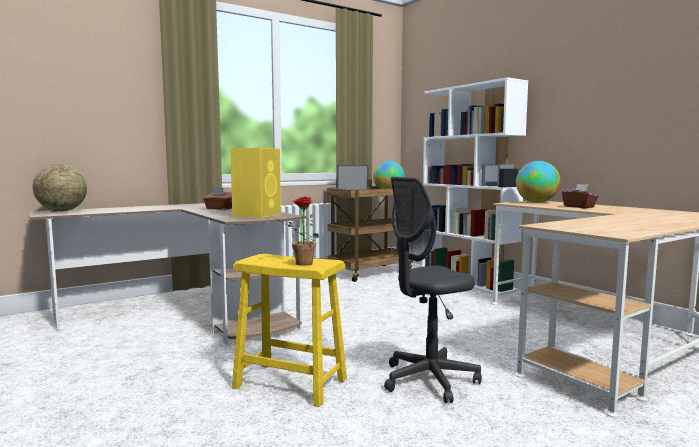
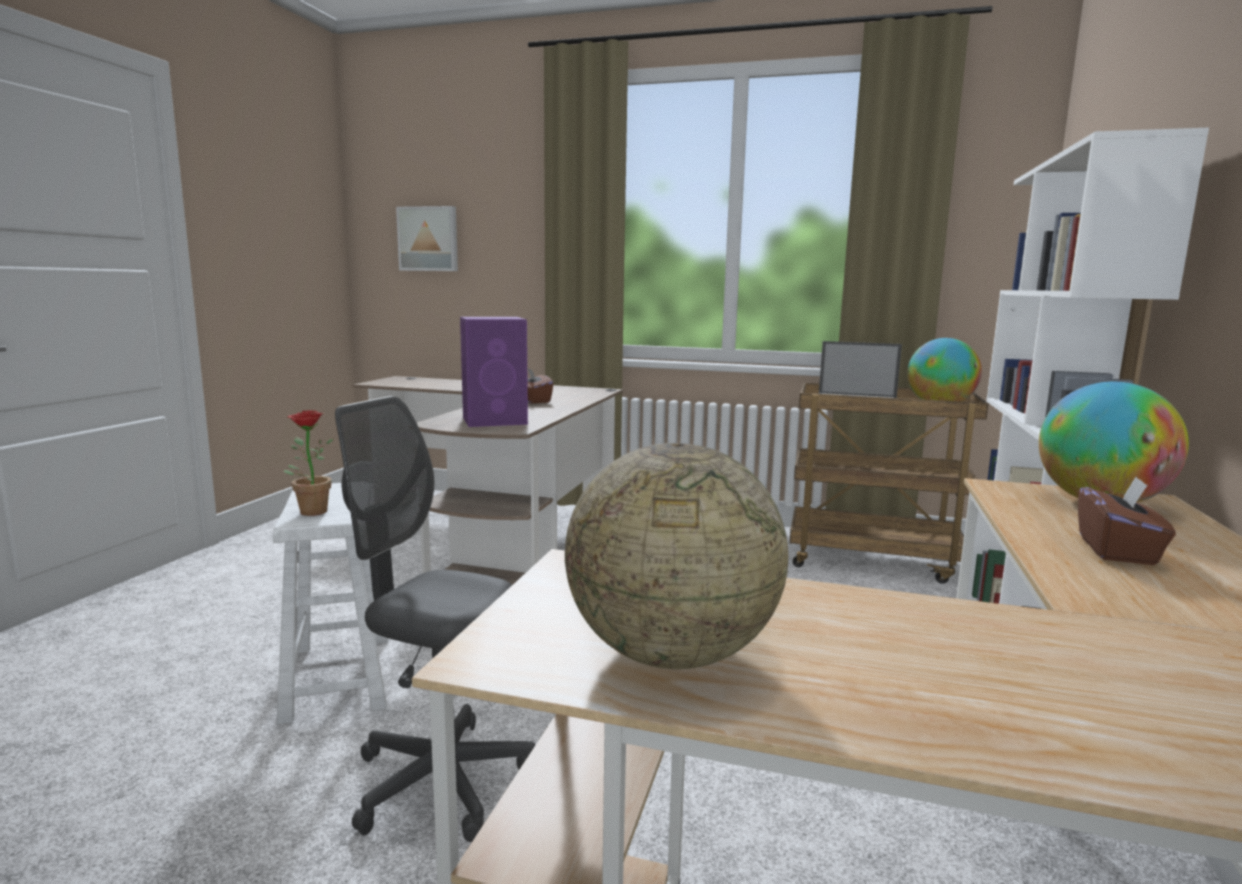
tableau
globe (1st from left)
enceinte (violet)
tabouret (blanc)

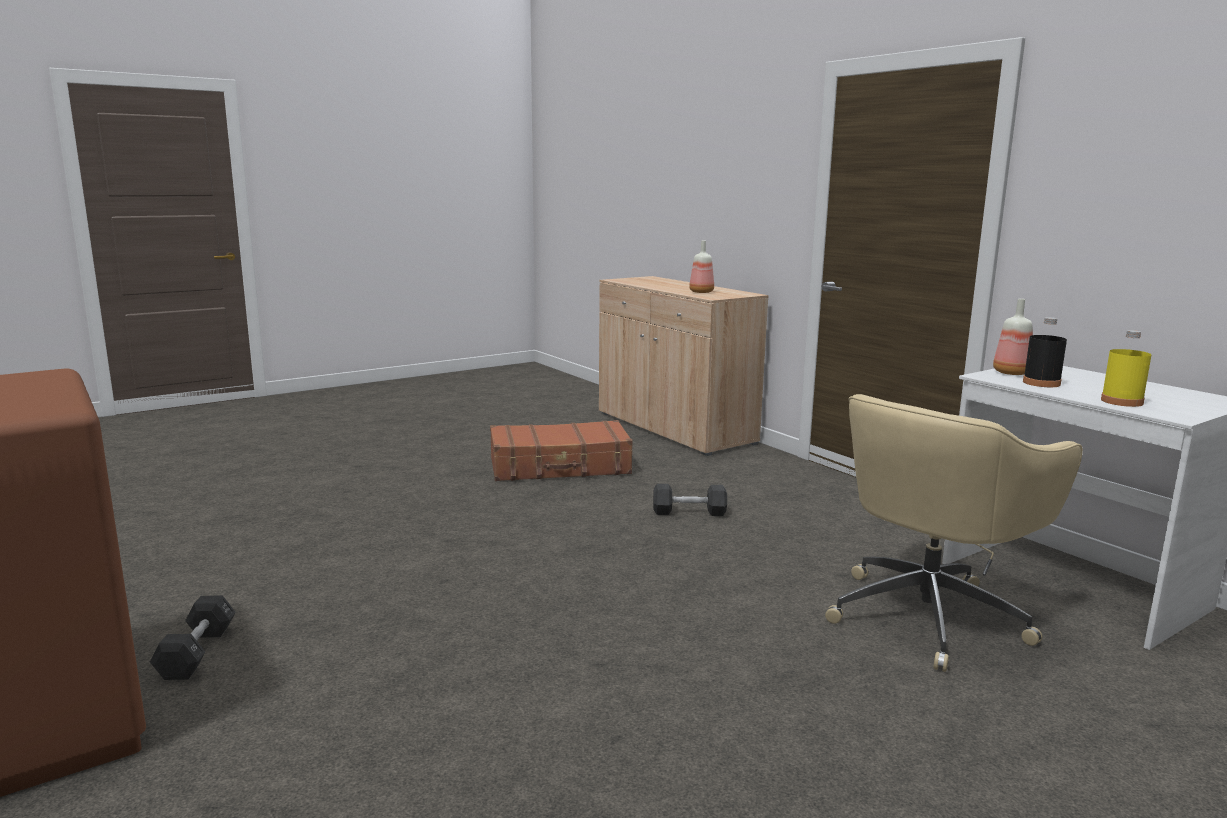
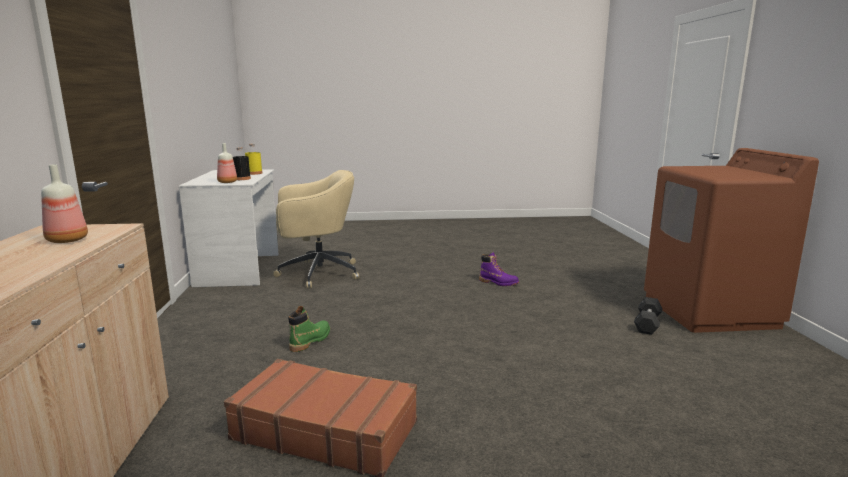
botte (violet)
botte (vert)

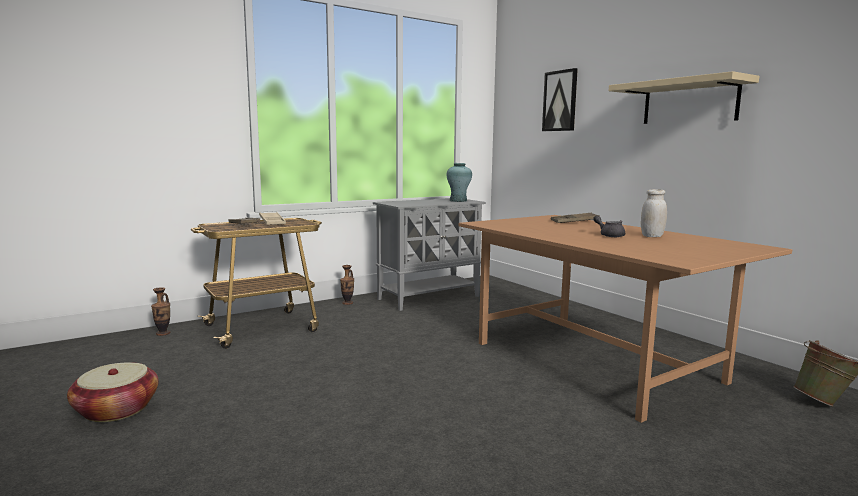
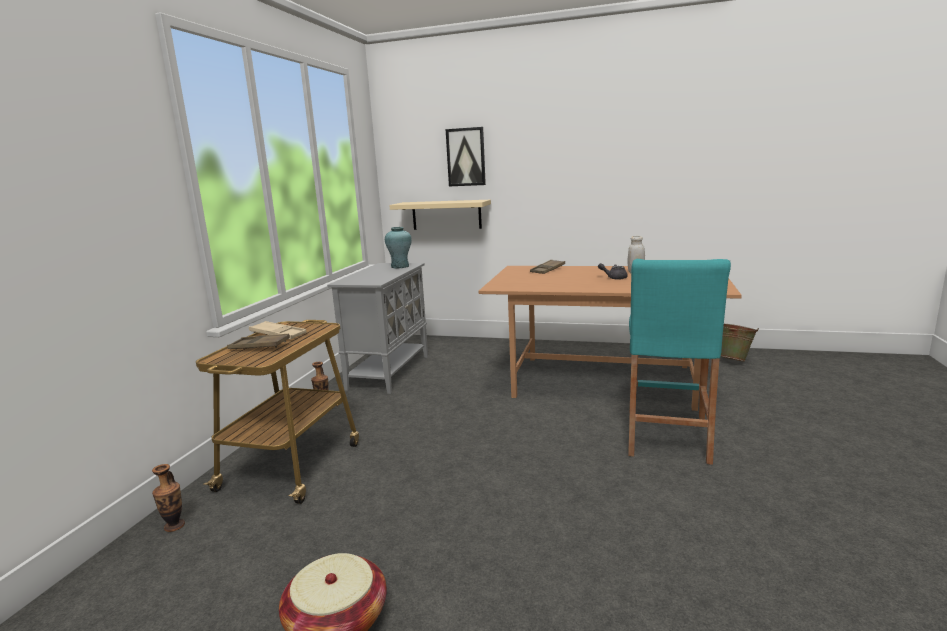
tabouret (turquoise)
étagère (beige)

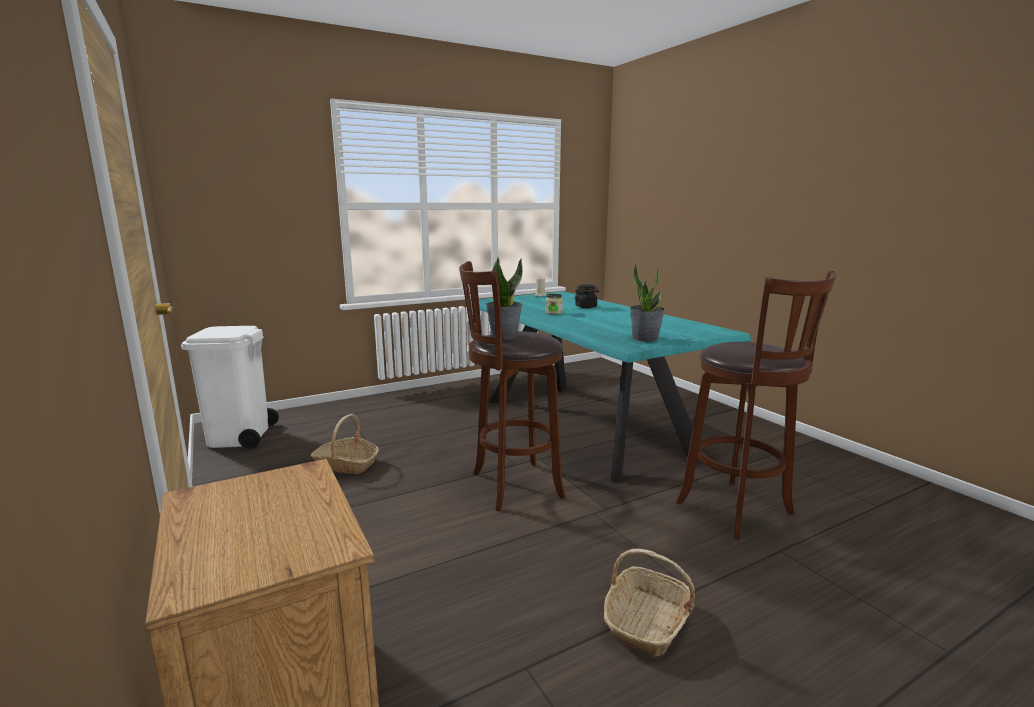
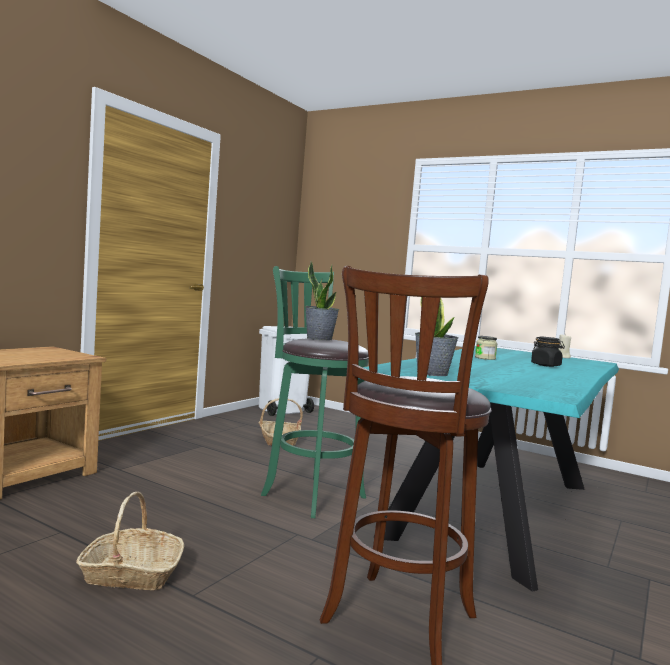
tabouret (vert)

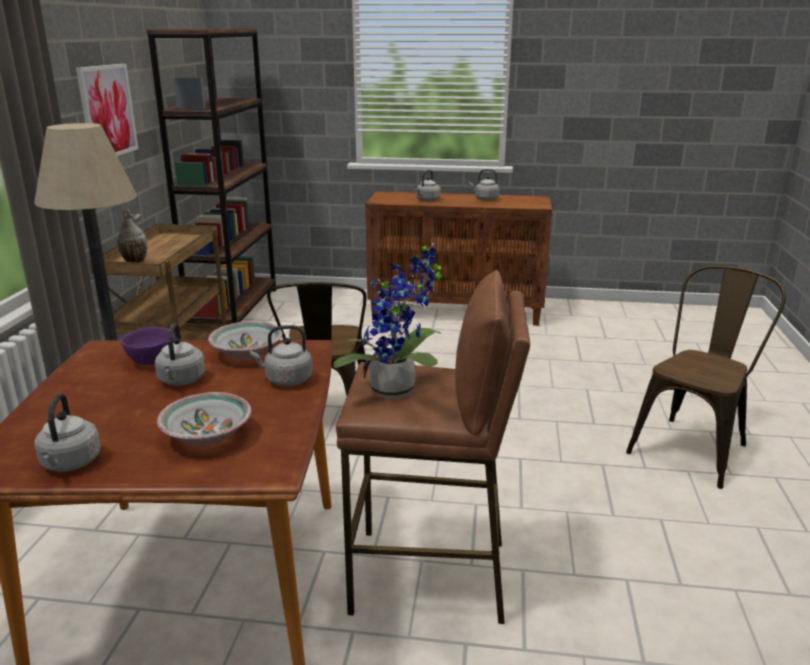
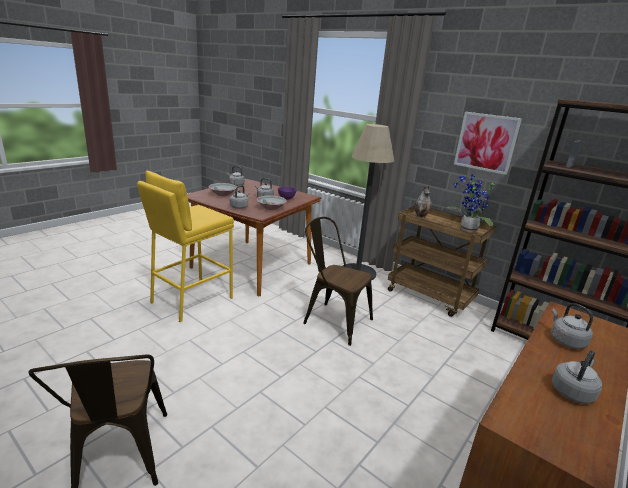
plante en pot
tabouret (jaune)

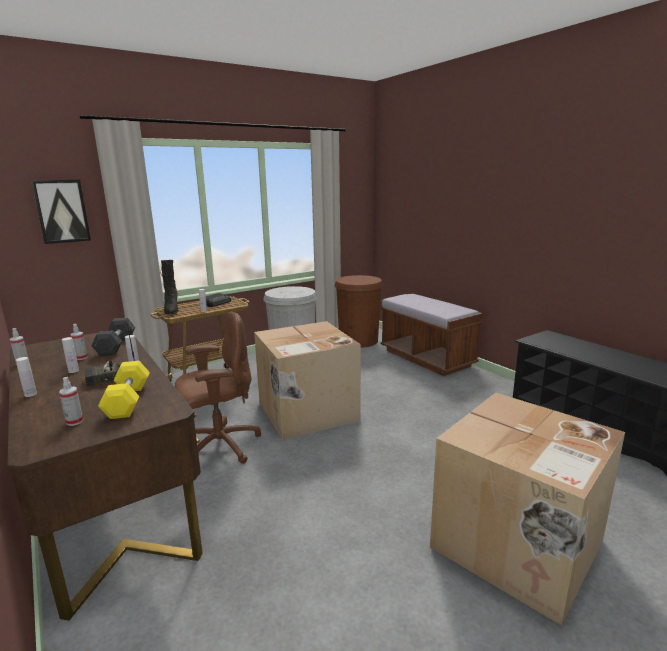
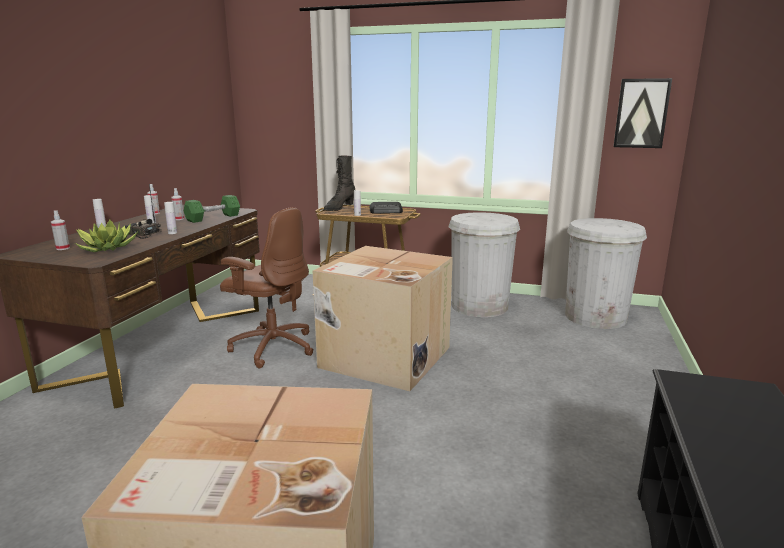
banc (marron)
tableau
plante en pot
haltère (vert)
poubelle (blanc) (2nd from left)

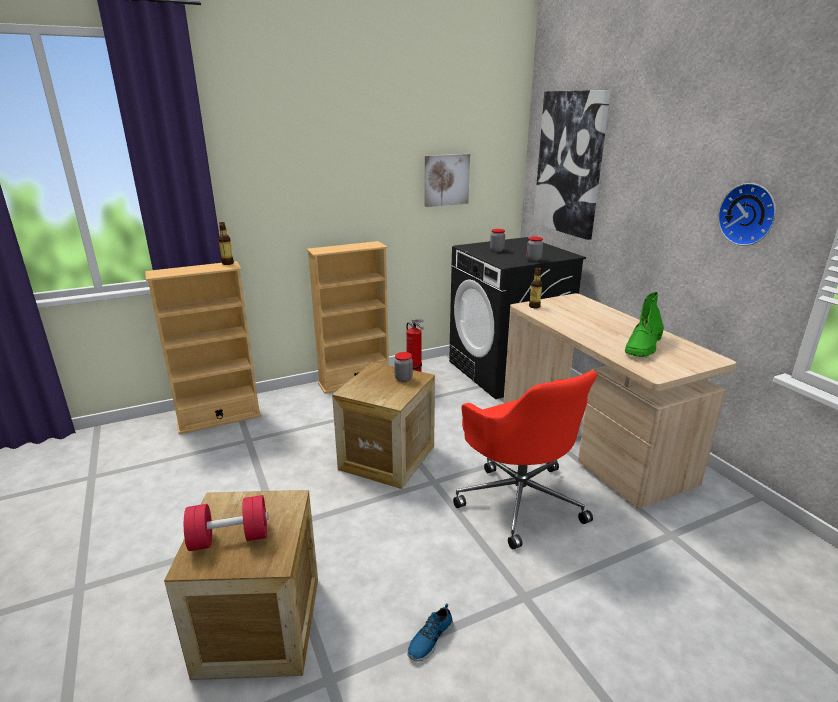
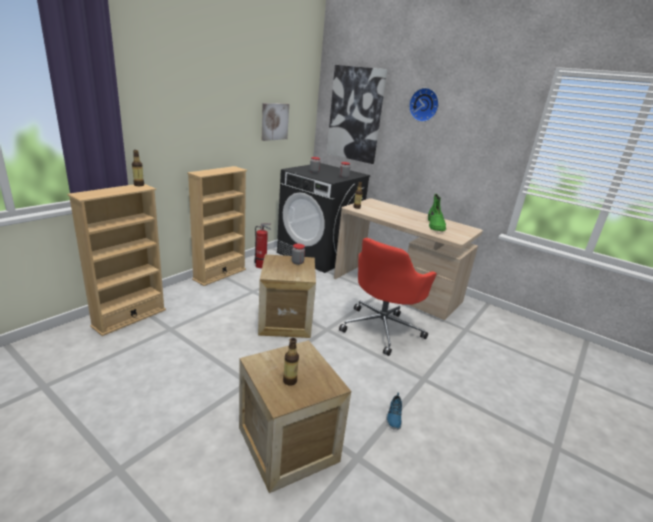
horloge murale
bouteille (2nd from left)
chaise de bureau (rouge)

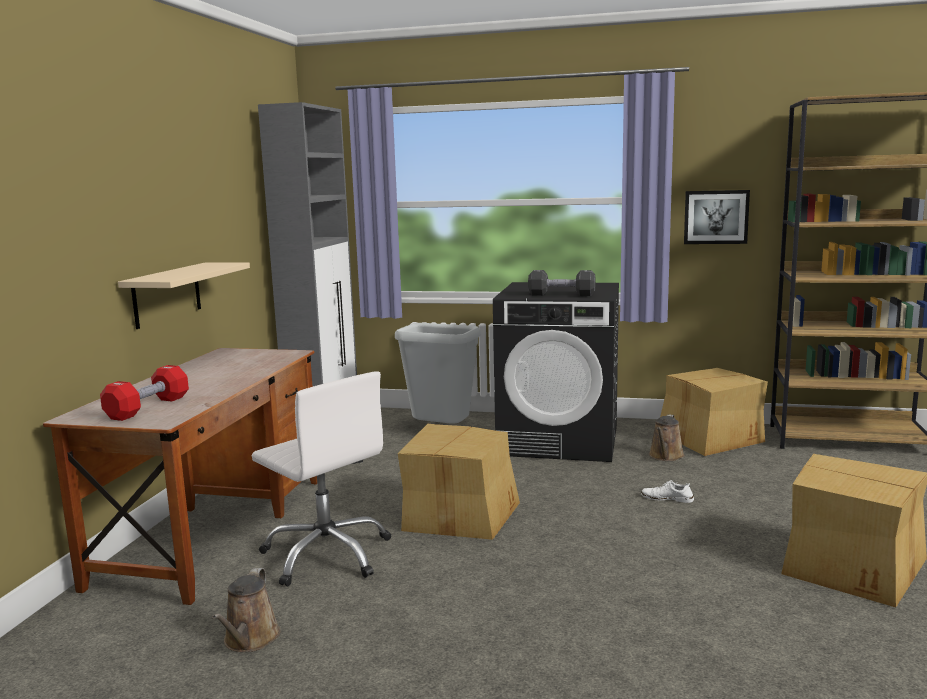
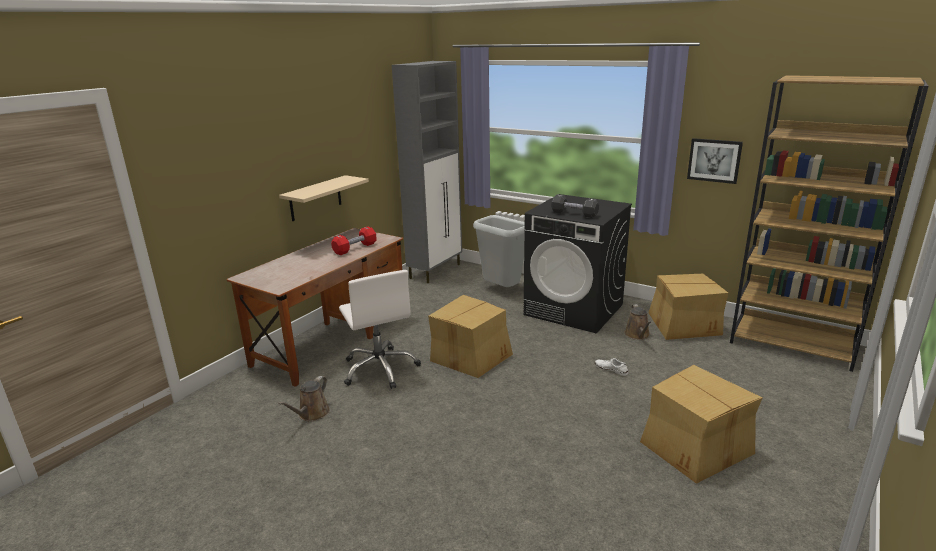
haltère (rouge)
arrosoir (marron) (2nd from left)

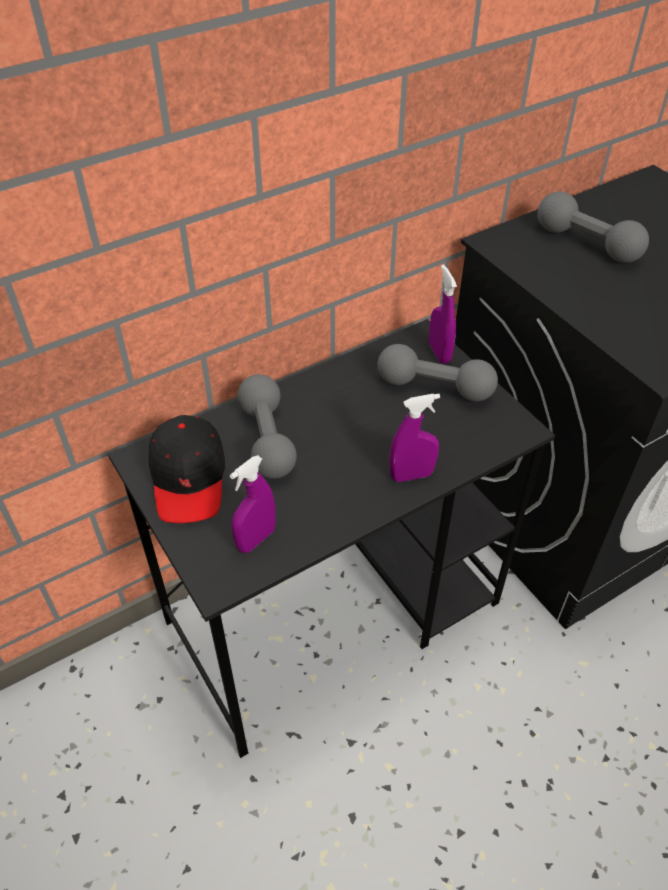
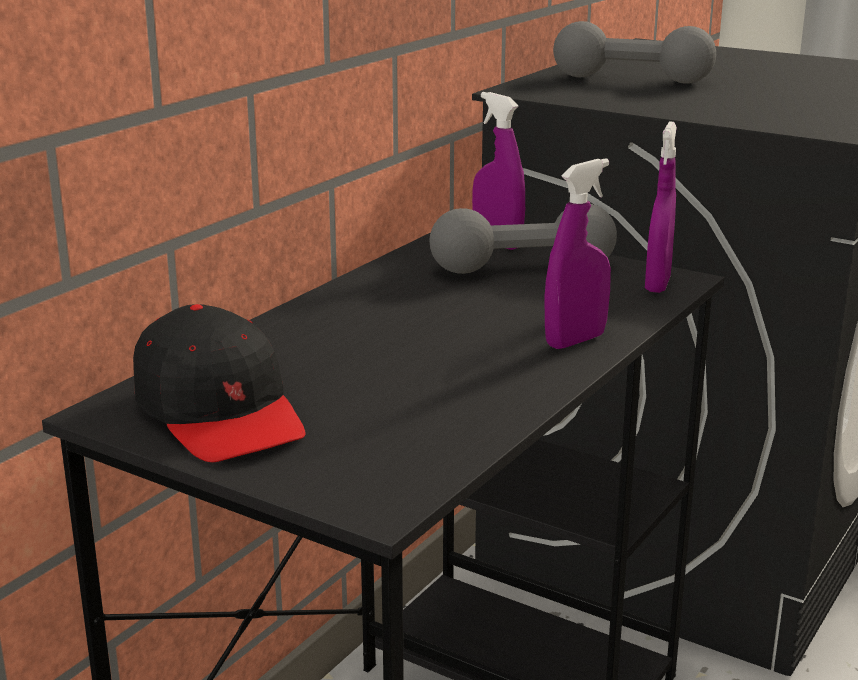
haltère (gris) (1st from left in the first image)
vaporisateur (violet) (3rd from left)

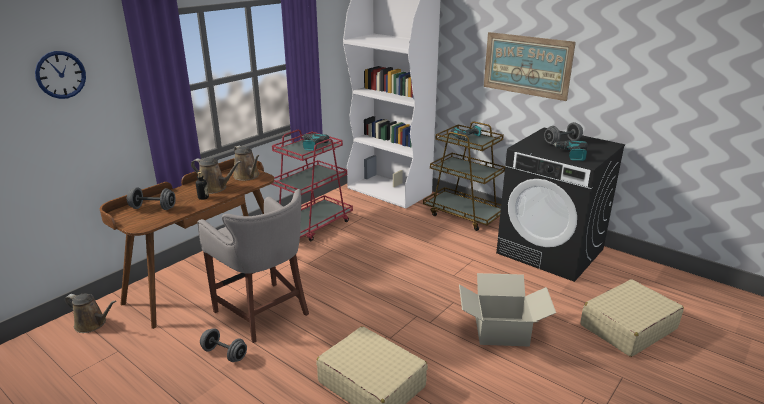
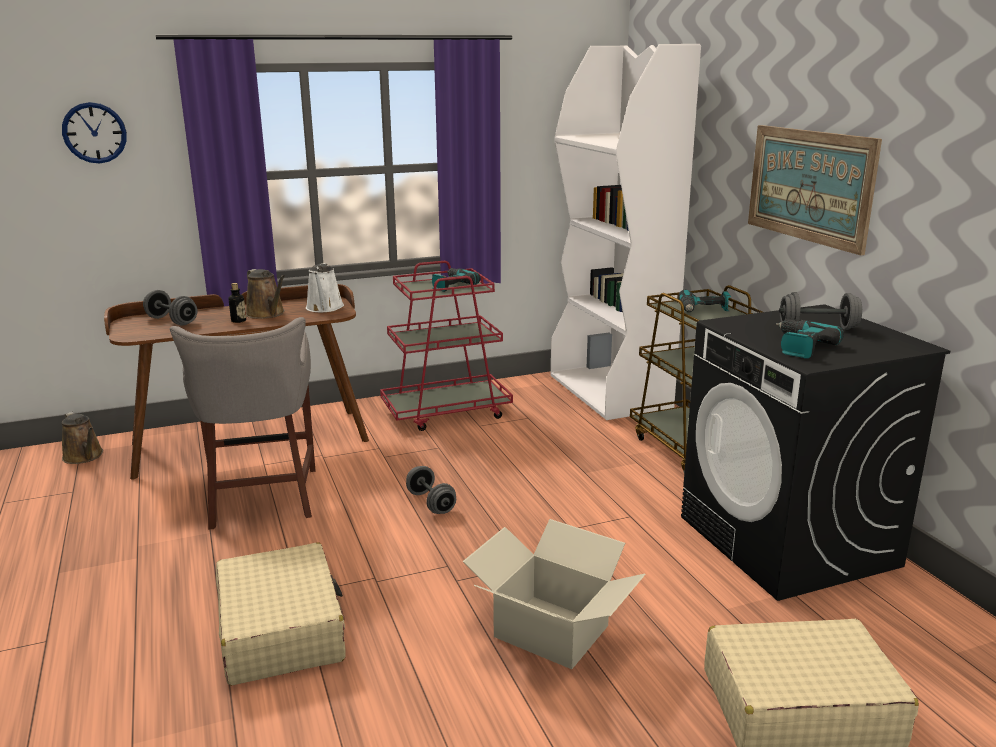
haltère (gris) (2nd from left)
arrosoir (blanc)

